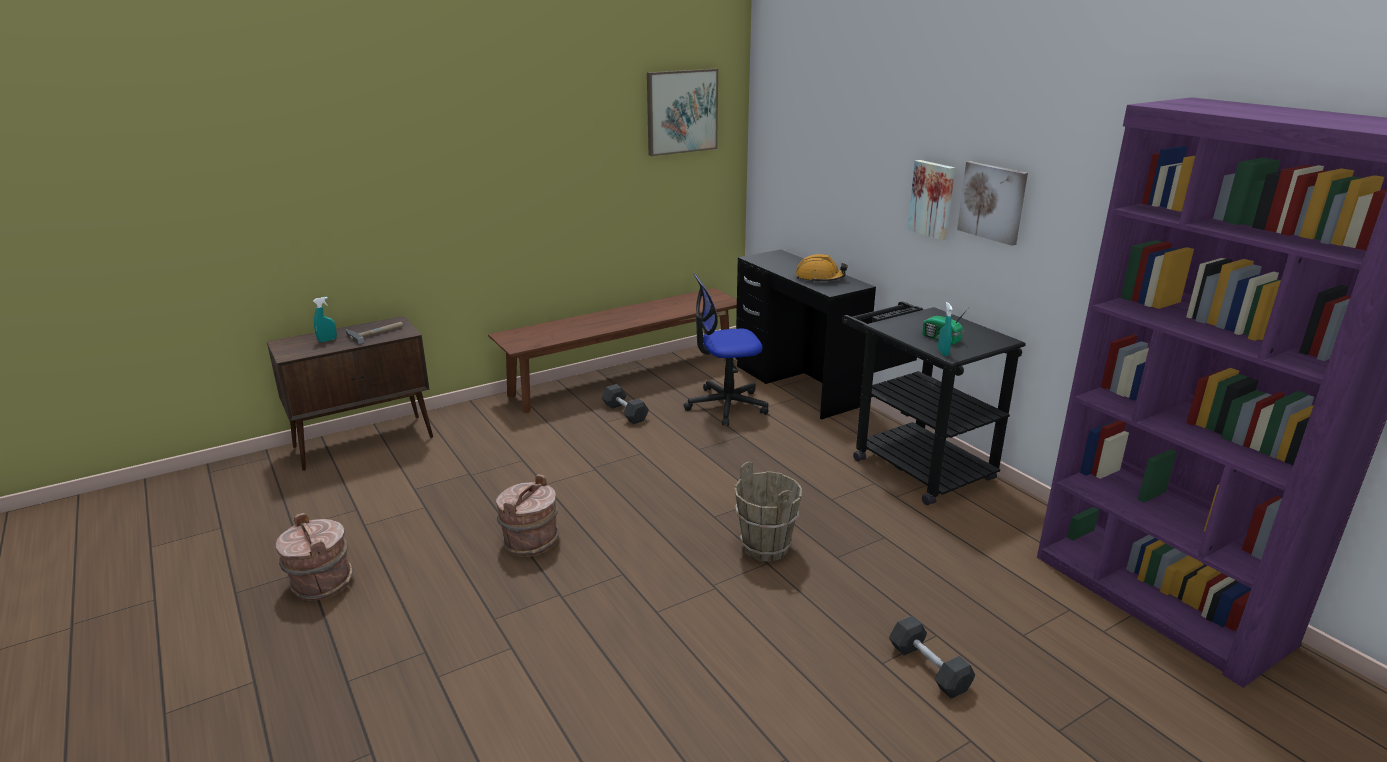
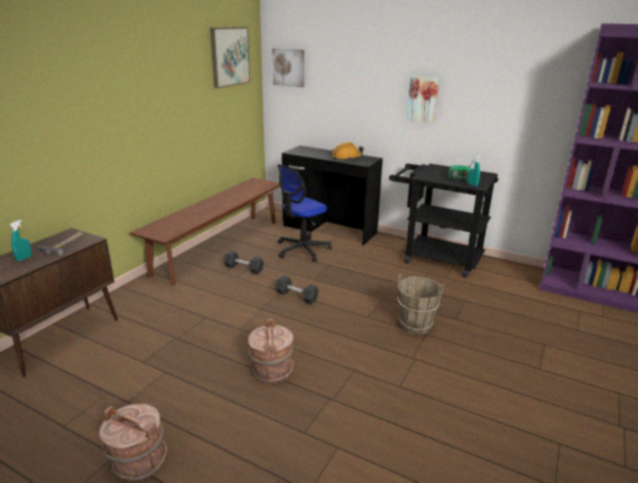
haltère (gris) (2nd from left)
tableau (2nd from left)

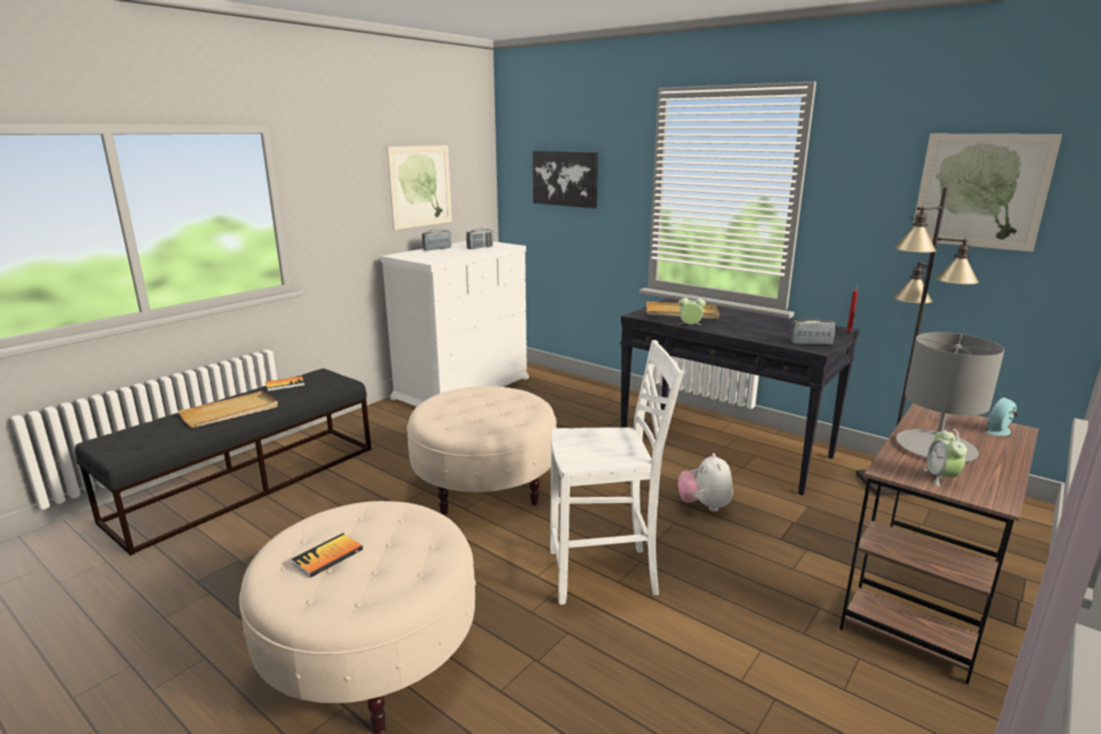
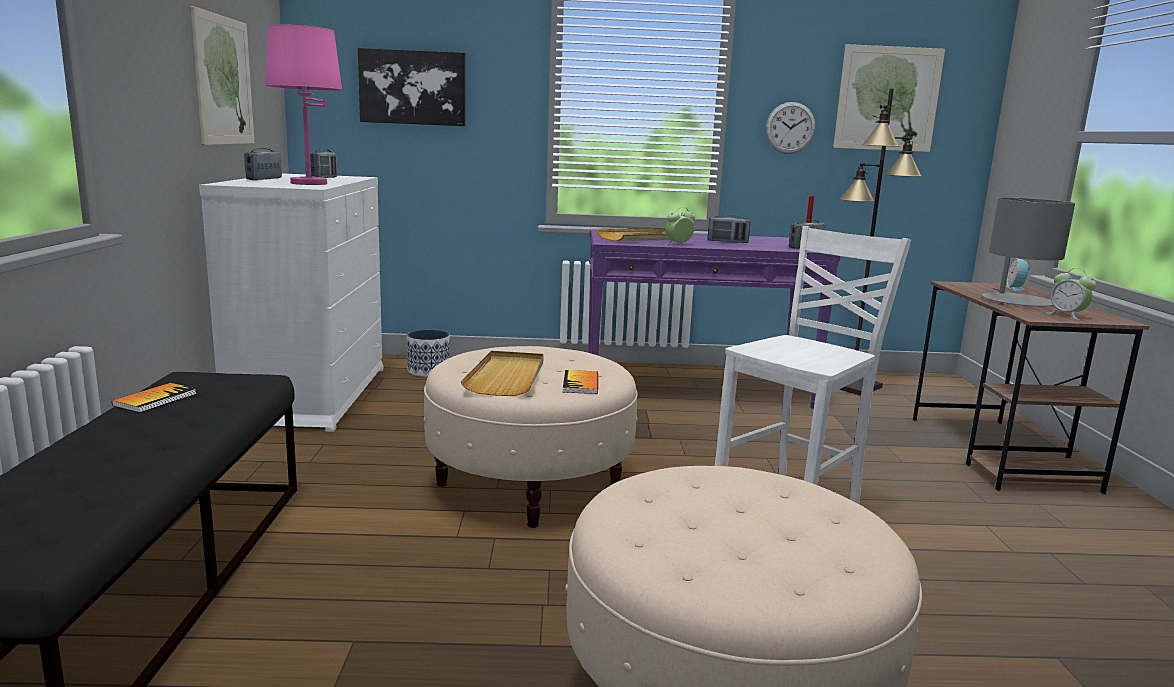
peluche
lampe de table (rose)
cache-pot
radio (3rd from left)
horloge murale
plateau (beige) (1st from left)
livre (2nd from left)
table console (violet)

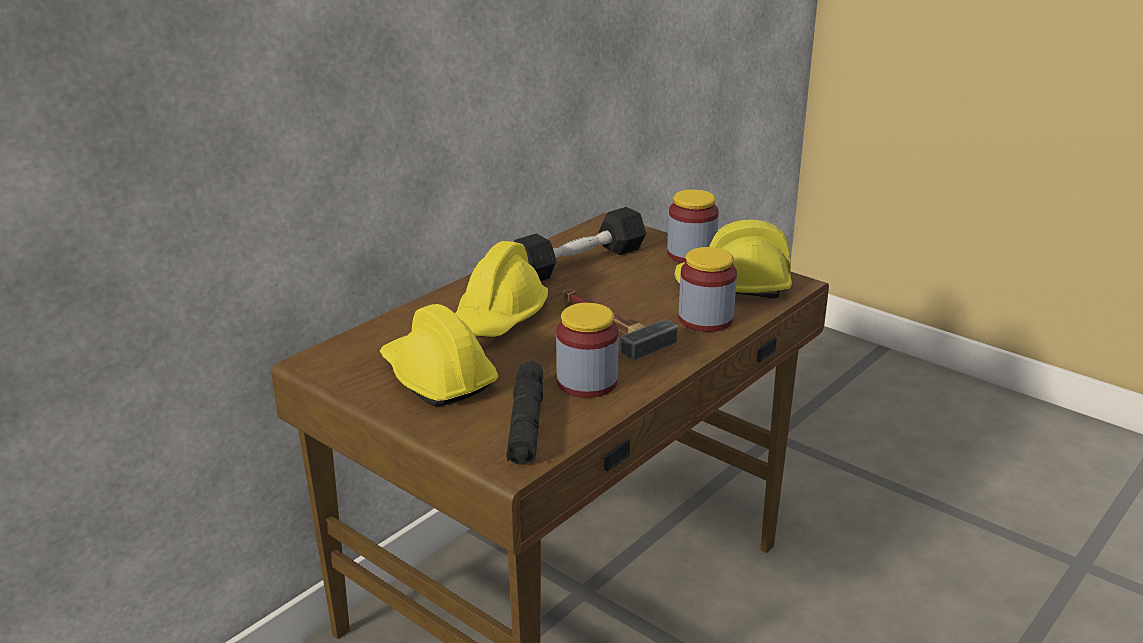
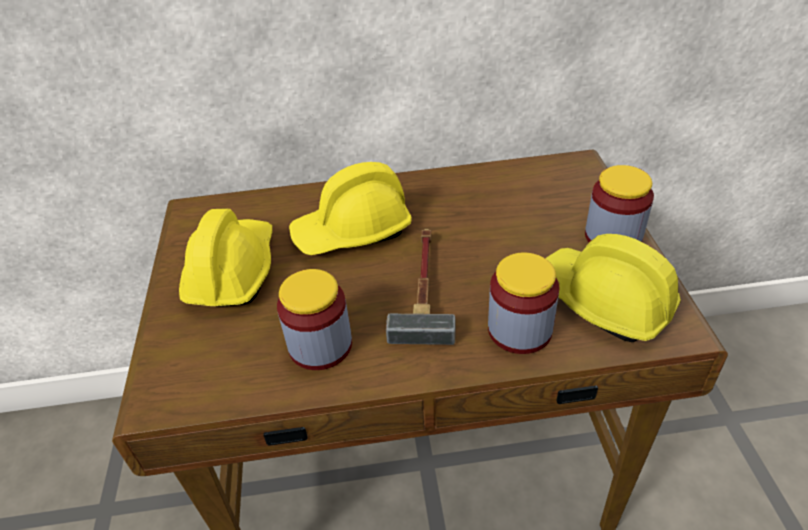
lampe de poche (noir)
haltère (noir)

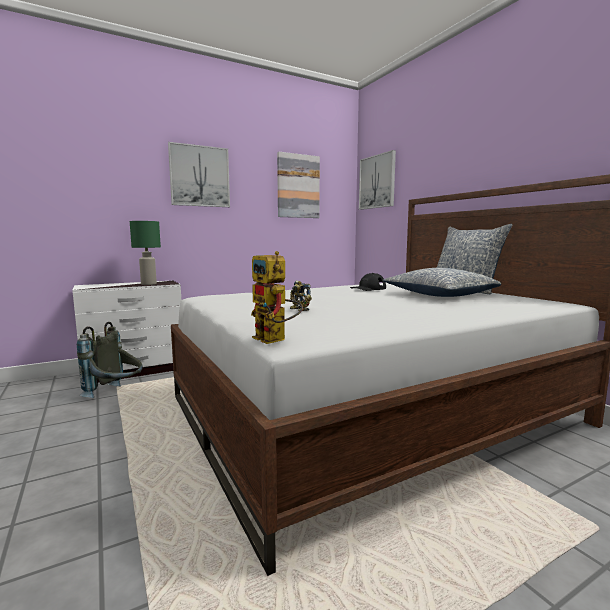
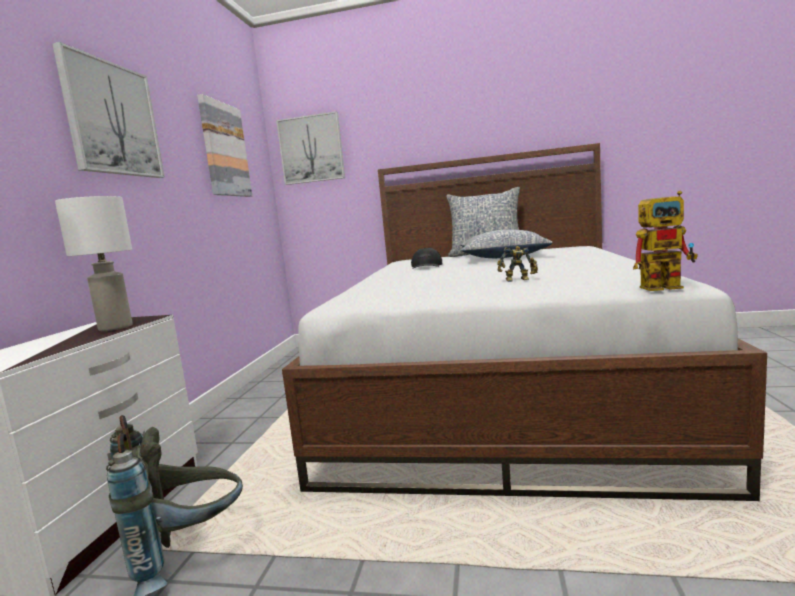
lampe de table (blanc)

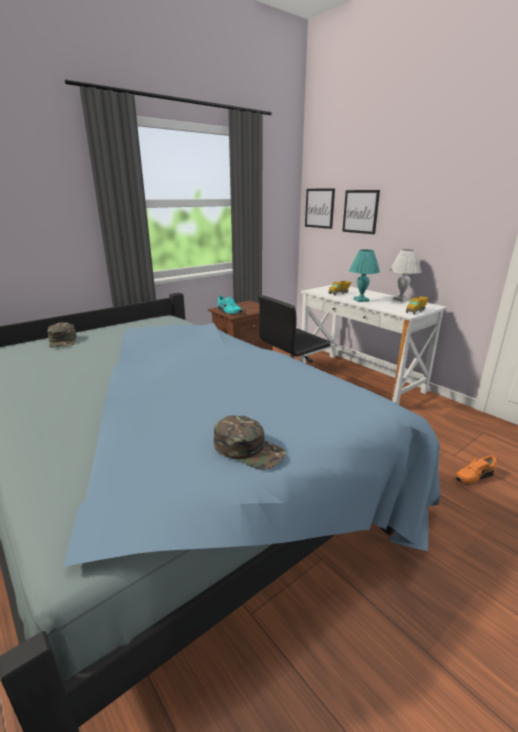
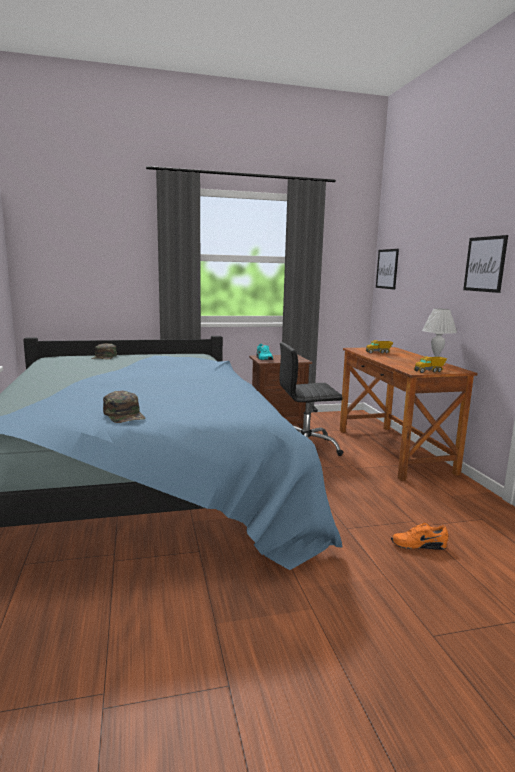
lampe de table (turquoise)
tableau (2nd from left)
bureau (marron)

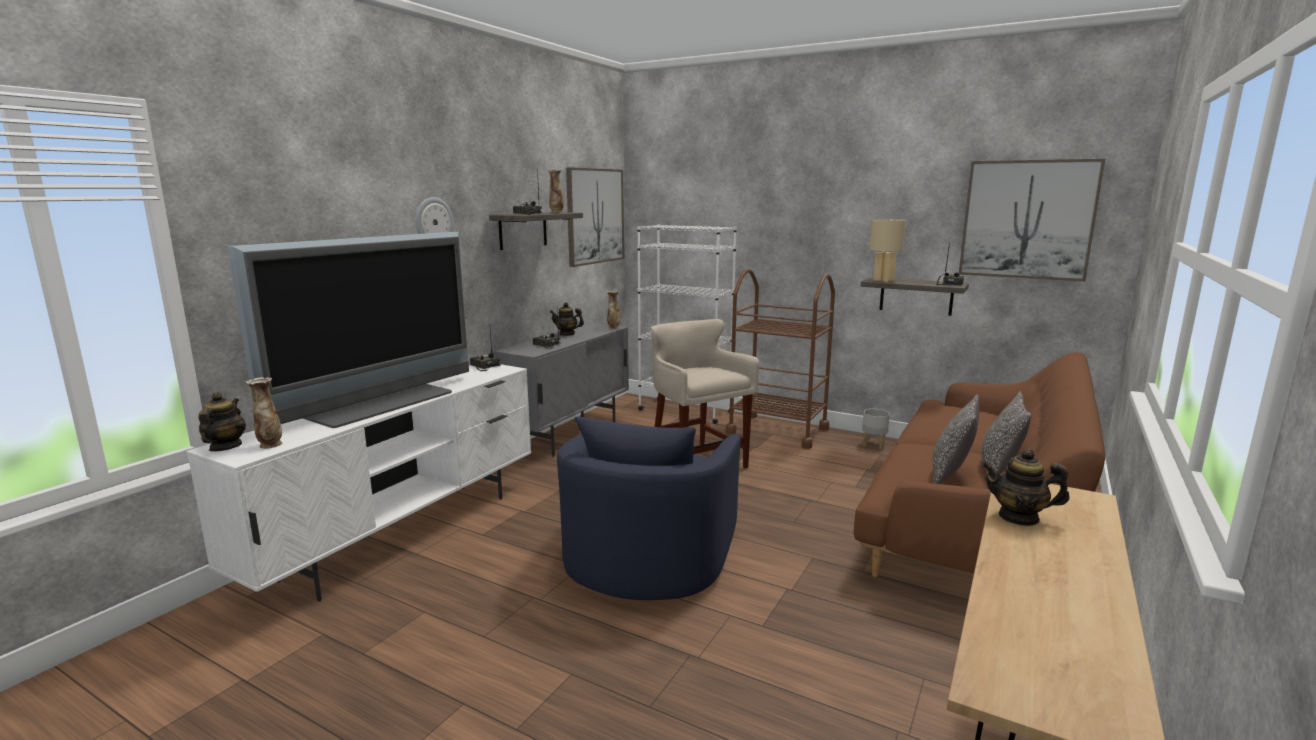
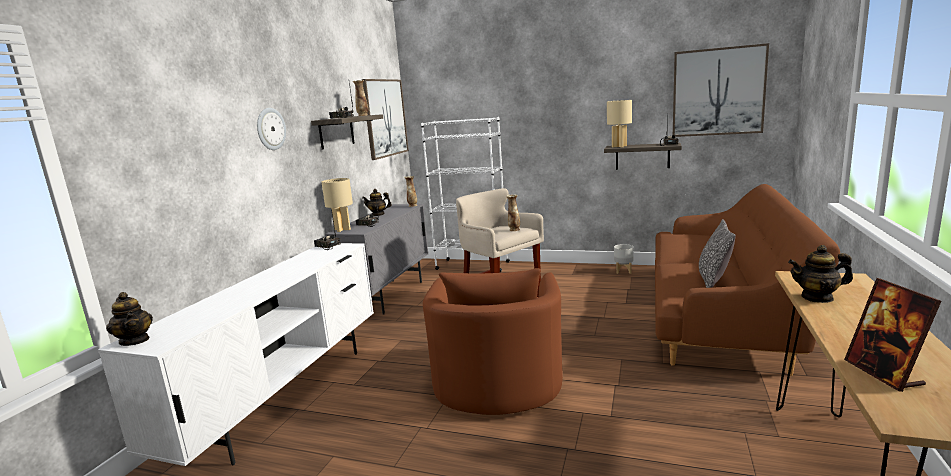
téléviseur
chariot (marron)
coussin (2nd from left in the first image)
lampe de table (beige) (1st from left)
cadre photo
vase (3rd from left)
fauteuil (marron)
théière (1st from left)

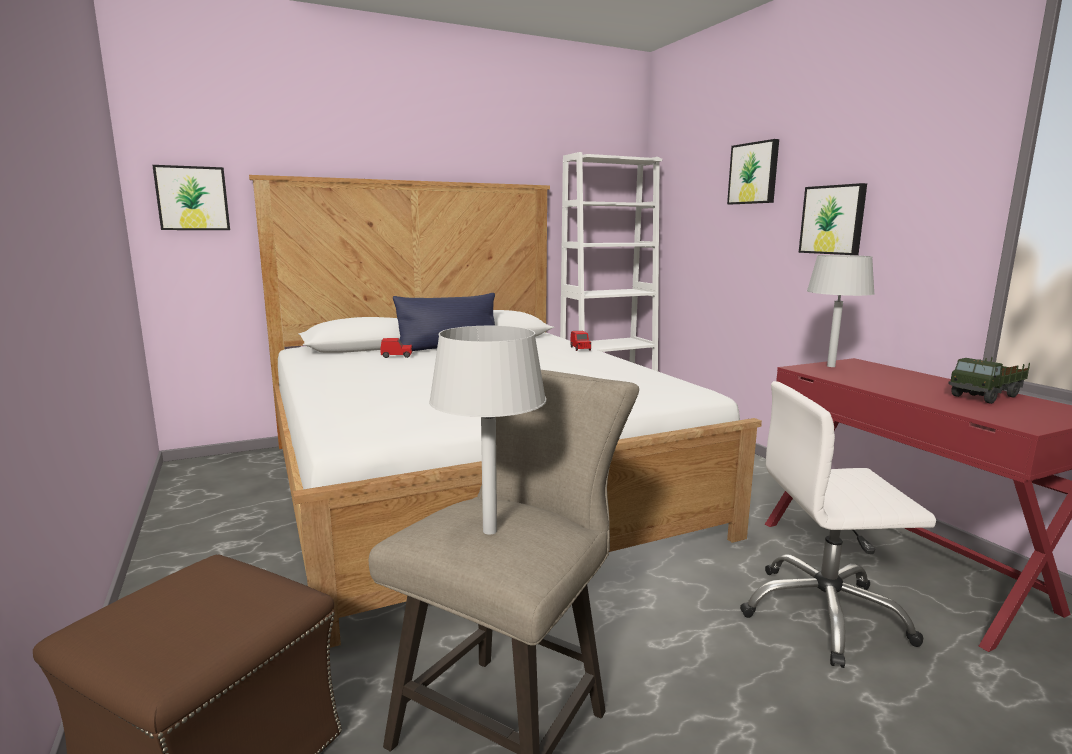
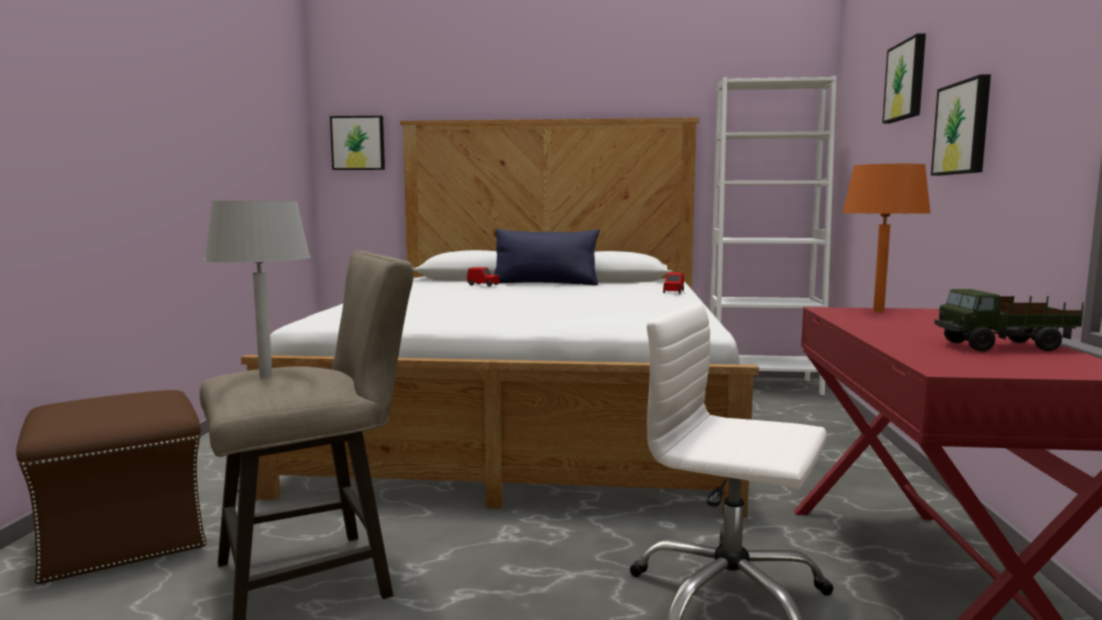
lampe de table (orange)

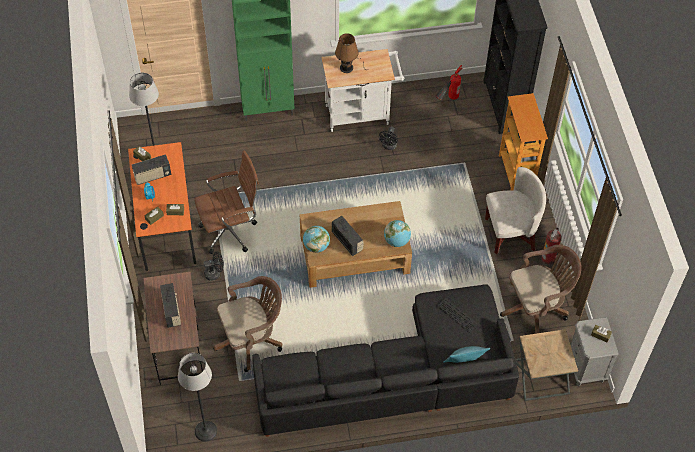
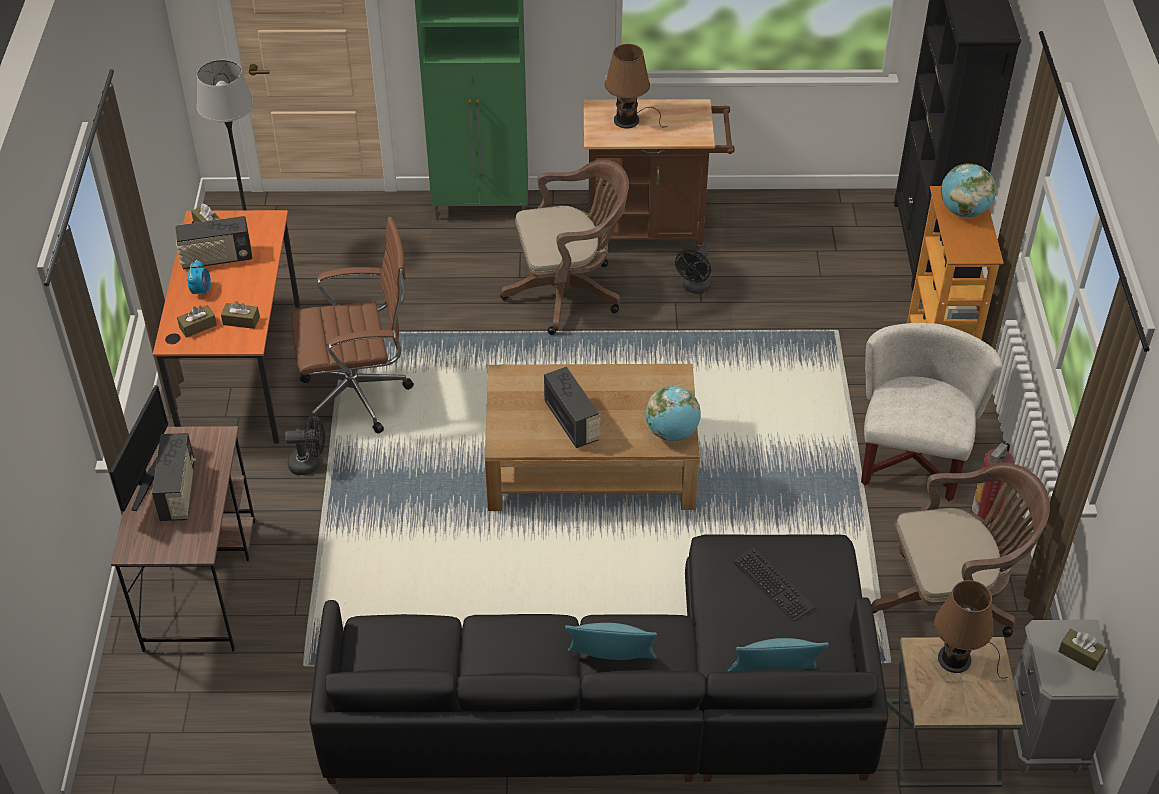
lampadaire (2nd from left in the first image)
extincteur (1st from left in the first image)
écran d'ordinateur
coussin (turquoise) (1st from left)
lampe de table (marron) (2nd from left)
chaise de bureau (marron) (2nd from left)
globe (2nd from left)
chariot (marron)
fauteuil (blanc)

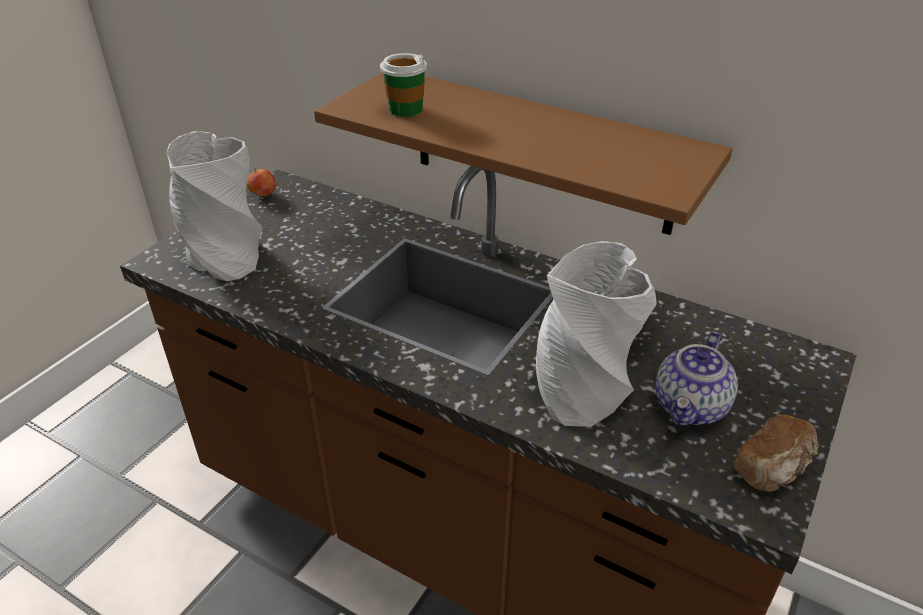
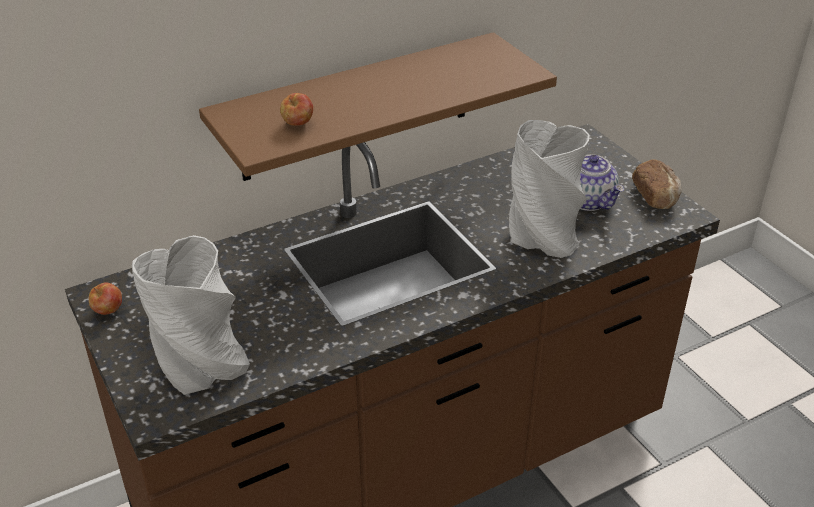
pomme (2nd from left)

